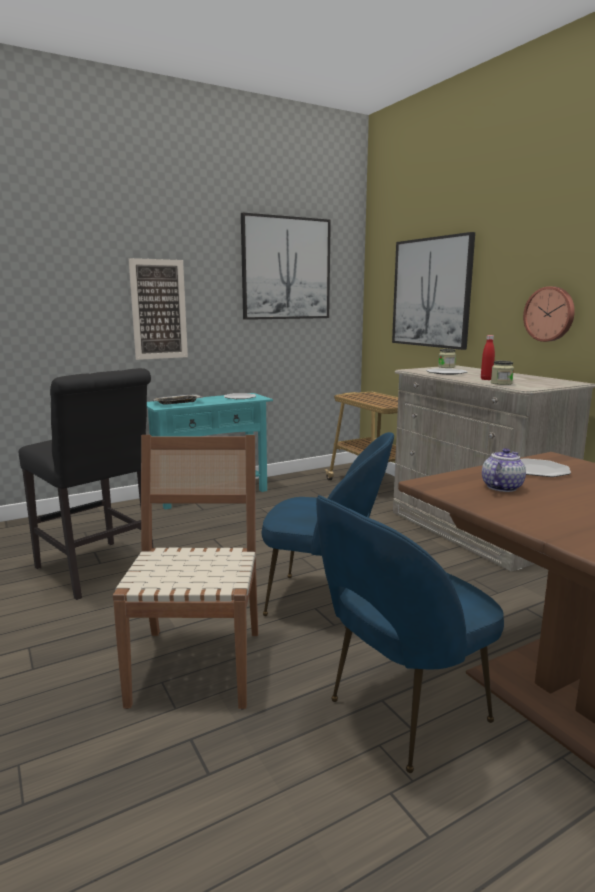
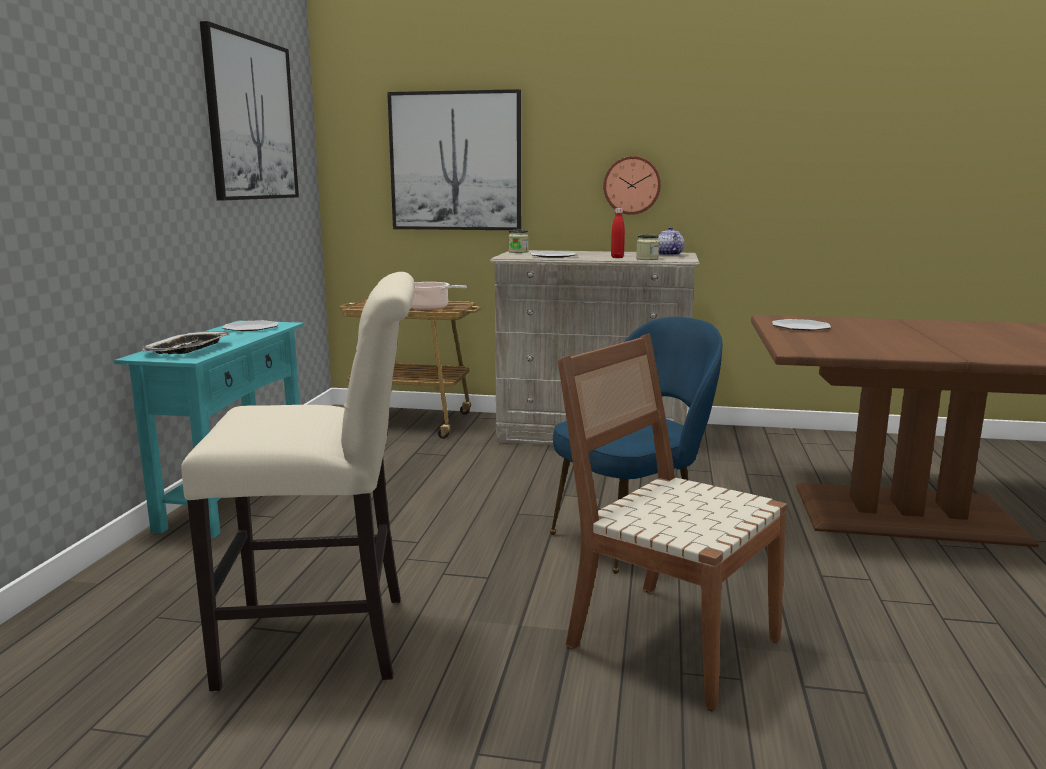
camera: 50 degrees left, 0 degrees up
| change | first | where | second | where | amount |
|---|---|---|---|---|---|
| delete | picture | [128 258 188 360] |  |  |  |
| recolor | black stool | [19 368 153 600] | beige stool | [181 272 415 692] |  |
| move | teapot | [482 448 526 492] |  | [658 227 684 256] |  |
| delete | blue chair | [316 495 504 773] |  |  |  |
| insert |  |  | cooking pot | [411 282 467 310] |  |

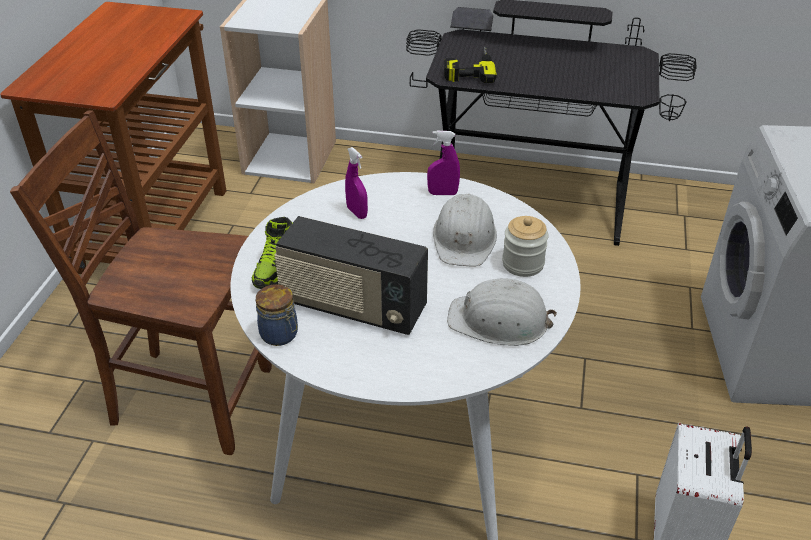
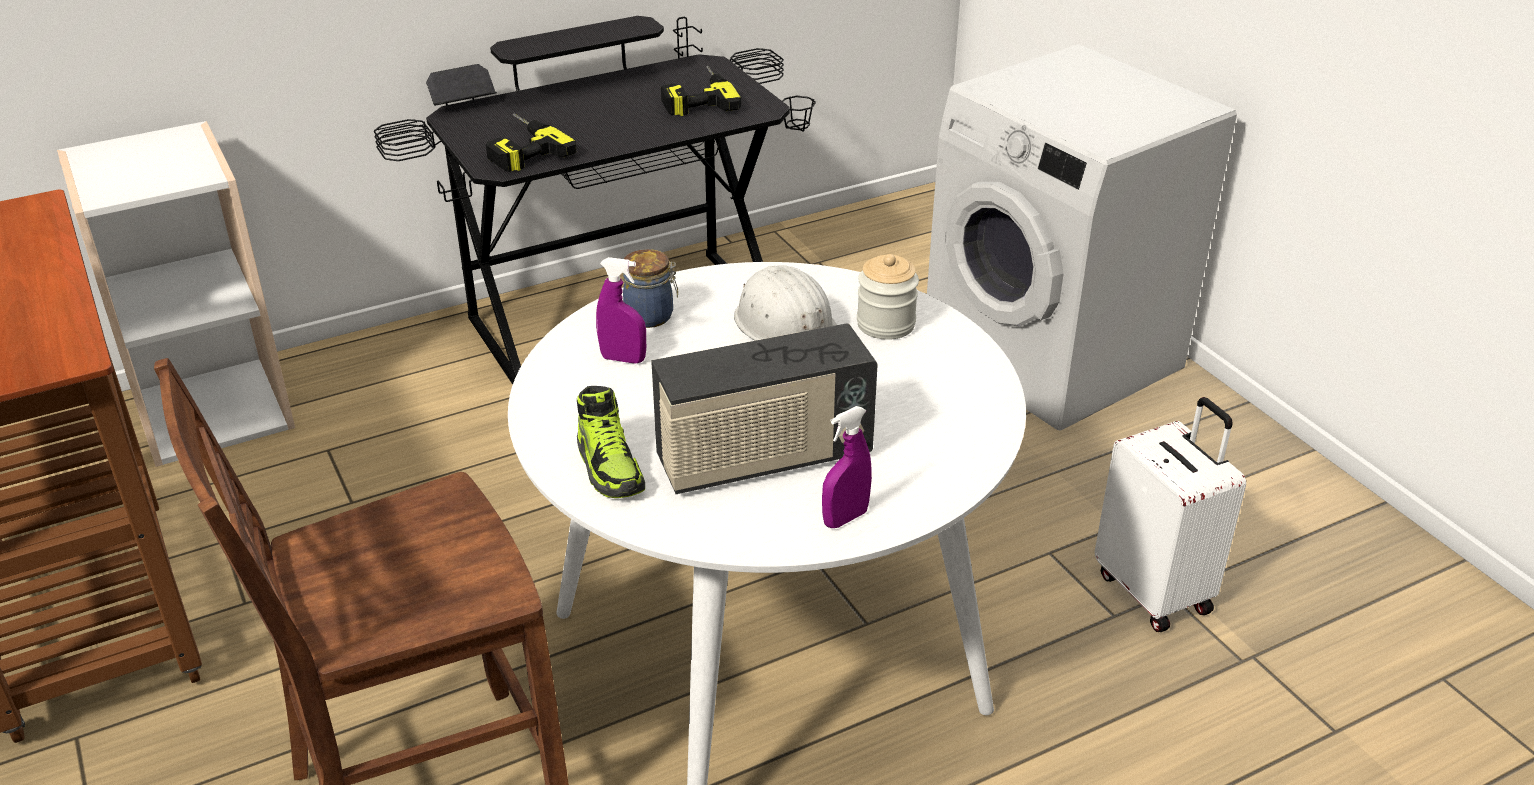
camera: 40 degrees left, 5 degrees down
| change | first | where | second | where | amount |
|---|---|---|---|---|---|
| move | purple spray bottle | [427 131 460 195] |  | [822 406 872 528] |  |
| delete | white hard hat | [447 278 557 346] |  |  |  |
| move | jar | [256 284 298 346] |  | [623 249 678 328] |  |
| insert |  |  | power drill | [661 66 741 116] |  |

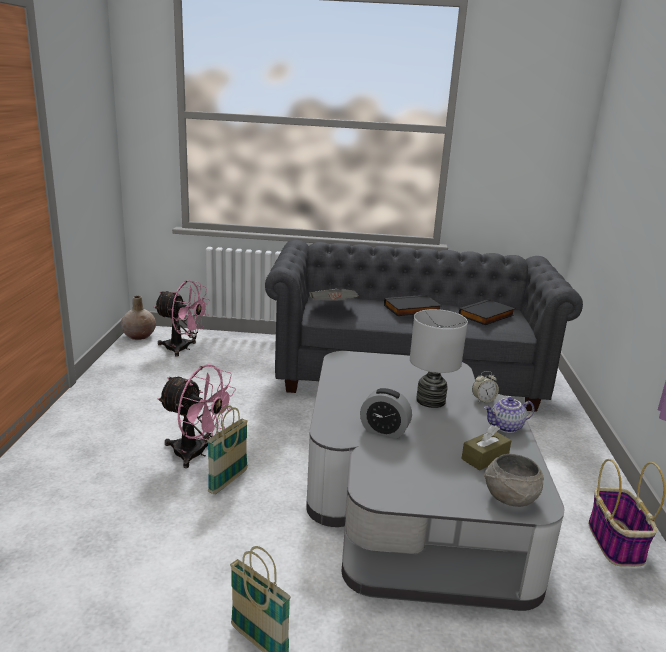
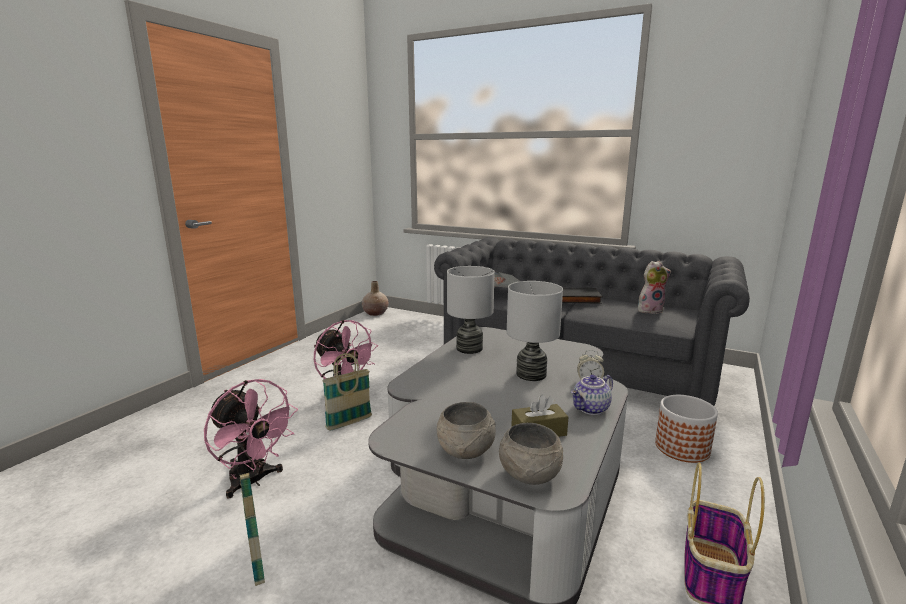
camera: 25 degrees right, 5 degrees down
| change | first | where | second | where | amount |
|---|---|---|---|---|---|
| move | pink fan | [154 280 210 357] |  | [204 379 298 499] |  |
| replace | black book | [459 299 515 325] | plush toy | [638 261 671 314] |  |
| delete | alarm clock | [360 388 412 438] |  |  |  |
| rotate | teapot | [484 397 535 433] |  | [571 375 613 415] | 45 degrees counterclockwise |
| insert |  |  | grey table lamp | [447 266 495 354] |  |
| insert |  |  | planter | [655 395 718 463] |  |
| insert |  |  | grey bowl | [437 402 496 459] |  |

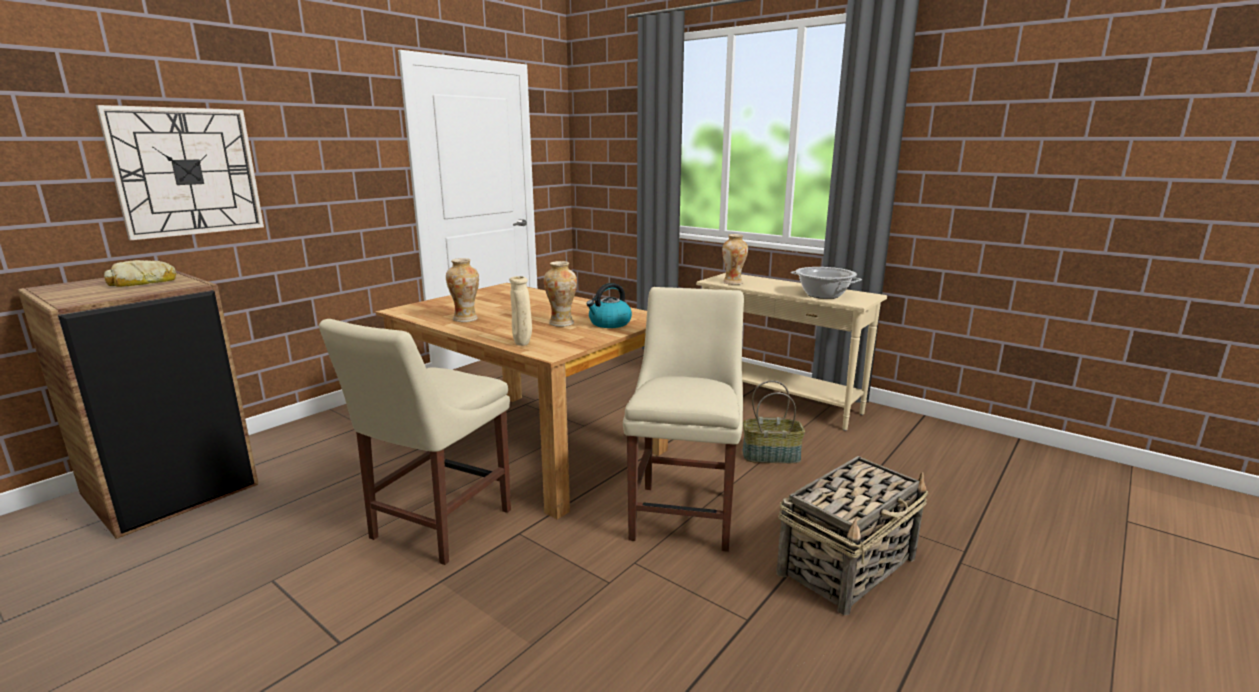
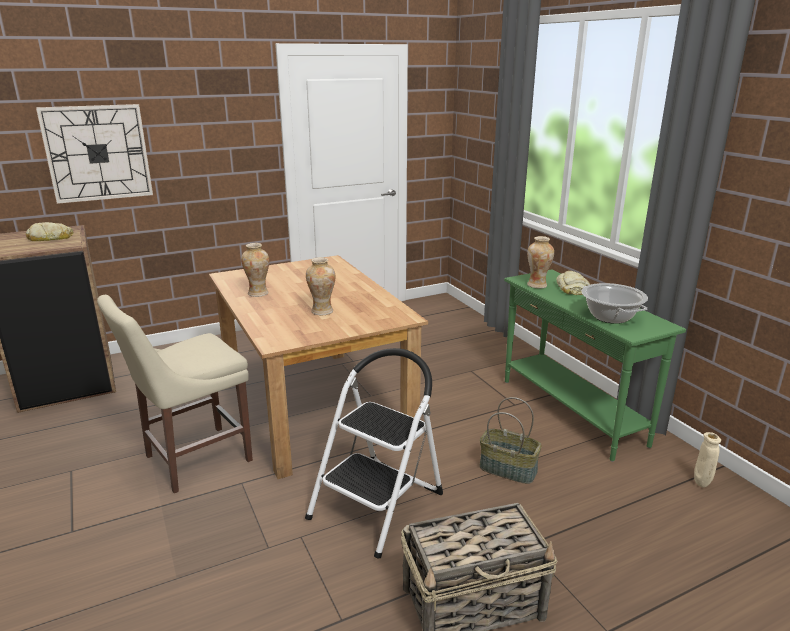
camera: 25 degrees right, 5 degrees up
| change | first | where | second | where | amount |
|---|---|---|---|---|---|
| recolor | beige console table | [696 273 887 431] | green console table | [504 269 686 462] |  |
| move | beige vase | [509 276 532 346] |  | [694 432 721 488] |  |
| delete | kettle | [586 283 632 328] |  |  |  |
| replace | beige chair | [623 287 744 552] | step ladder | [305 348 443 558] |  |
| insert |  |  | bread | [556 271 590 295] |  |

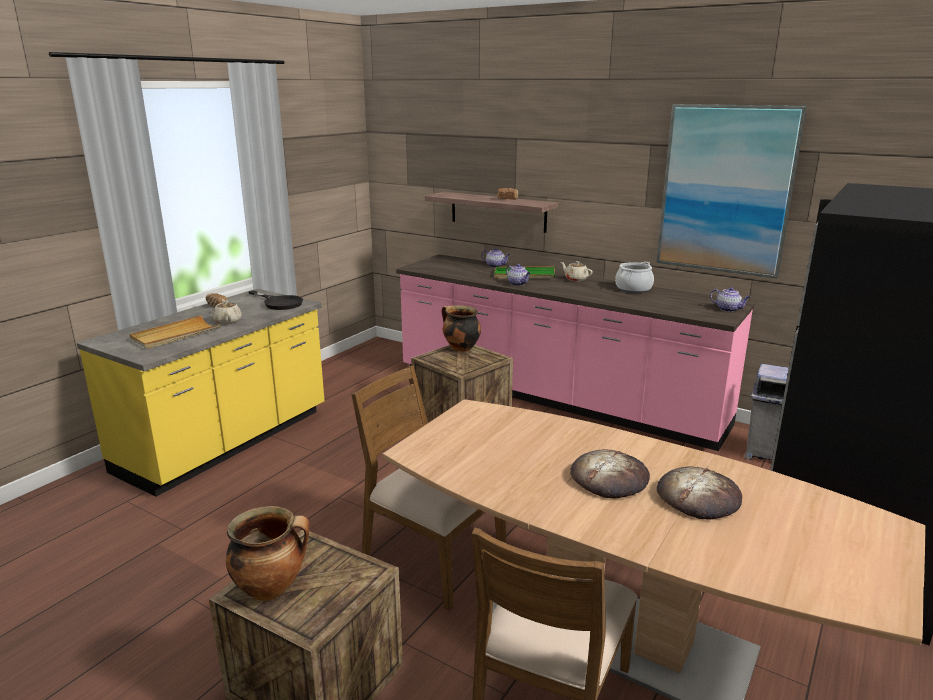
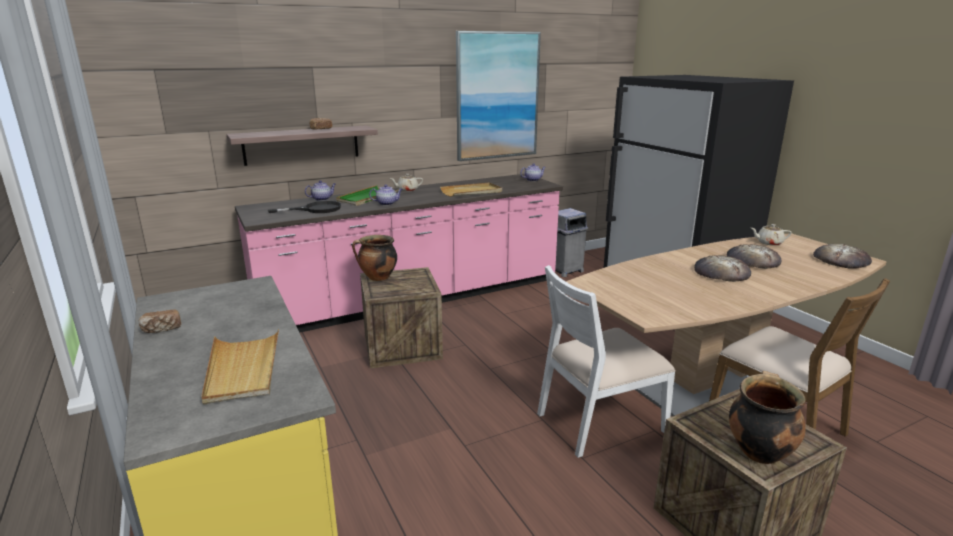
camera: 60 degrees left, 0 degrees up
| change | first | where | second | where | amount |
|---|---|---|---|---|---|
| delete | cooking pot | [615 262 654 293] |  |  |  |
| move | black frying pan | [249 290 303 310] |  | [268 201 341 213] |  |
| move | beige teapot | [213 299 242 324] |  | [751 224 792 246] |  |
| recolor | brown chair | [351 366 506 611] | white chair | [537 265 676 458] |  |
| insert |  |  | beige tray | [440 182 502 197] |  |
| insert |  |  | bread | [813 244 872 269] |  |

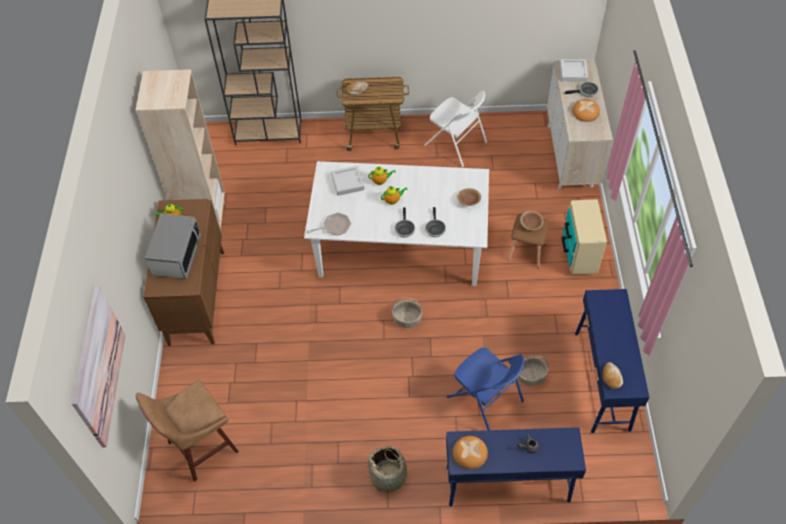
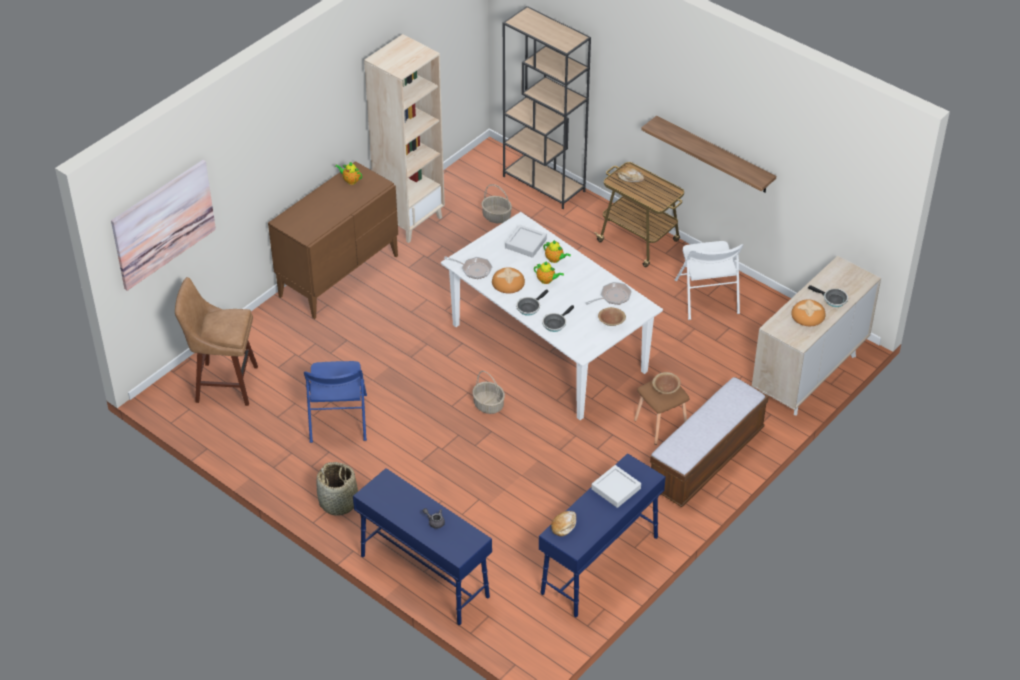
camera: 40 degrees right, 10 degrees down
| change | first | where | second | where | amount |
|---|---|---|---|---|---|
| move | grey tray | [560 59 588 82] |  | [591 465 641 508] |  |
| replace | beige nightstand | [561 199 607 275] | bench | [650 377 769 507] |  |
| delete | microwave | [145 214 201 279] |  |  |  |
| move | blue chair | [447 347 524 430] |  | [304 361 367 443] |  |
| move | basket | [517 356 549 386] |  | [481 184 512 223] |  |
| move | bread | [453 436 488 469] |  | [492 267 525 294] |  |
| insert |  |  | shelf | [641 116 776 192] |  |
| insert |  |  | frying pan | [585 282 632 305] |  |

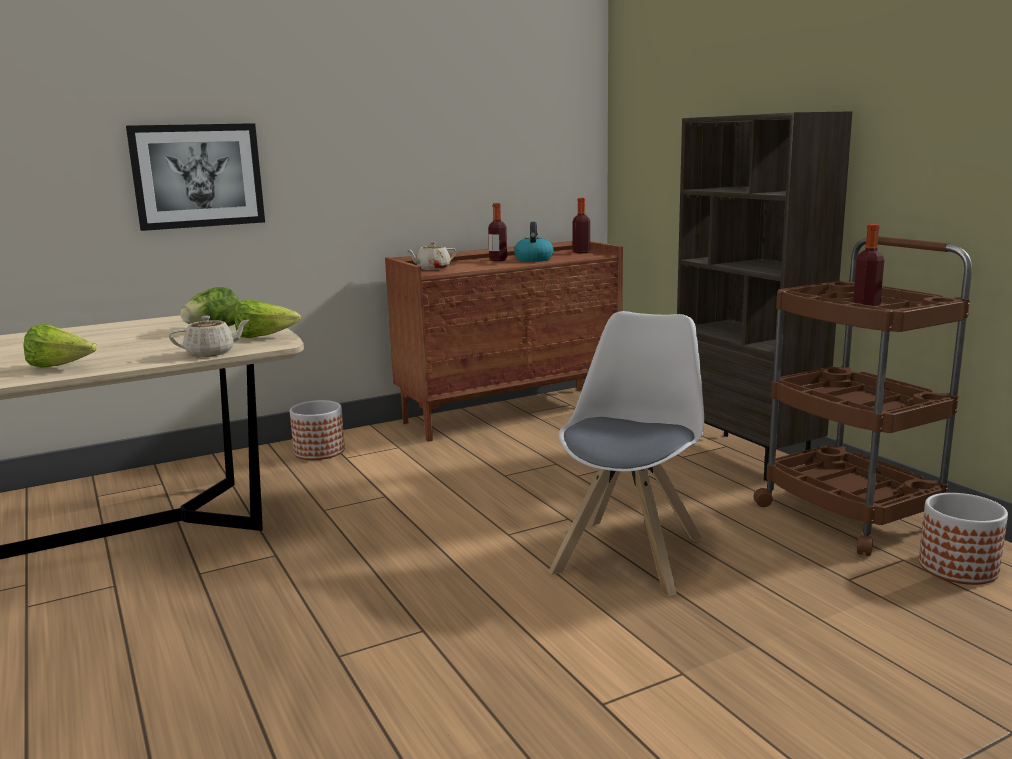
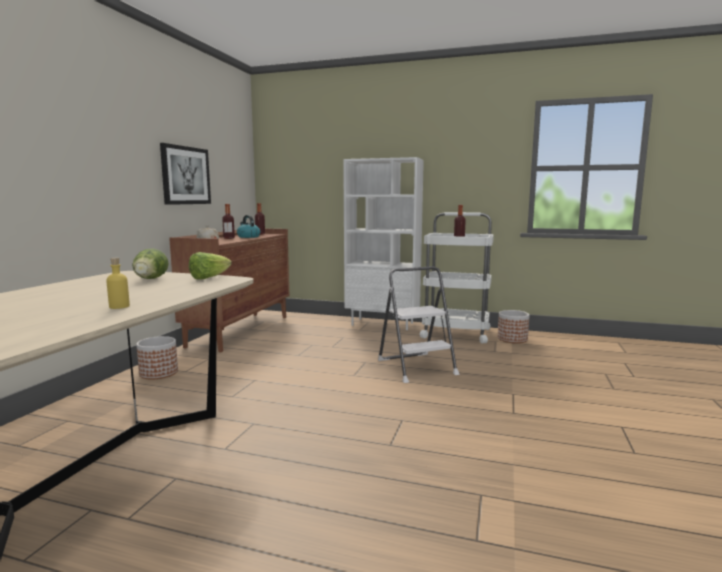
camera: 45 degrees left, 5 degrees down
| change | first | where | second | where | amount |
|---|---|---|---|---|---|
| recolor | brown bookcase | [677 111 852 481] | white bookcase | [343 157 424 330] |  |
| move | picture | [126 123 265 231] |  | [160 143 211 205] |  |
| recolor | brown cart | [753 236 972 556] | white cart | [420 212 494 344] |  |
| replace | chair | [549 311 704 596] | white step ladder | [378 266 460 383] |  |
| delete | beige teapot | [169 316 249 357] |  |  |  |
| replace | lettuce | [23 324 97 368] | yellow bottle | [106 258 130 309] |  |

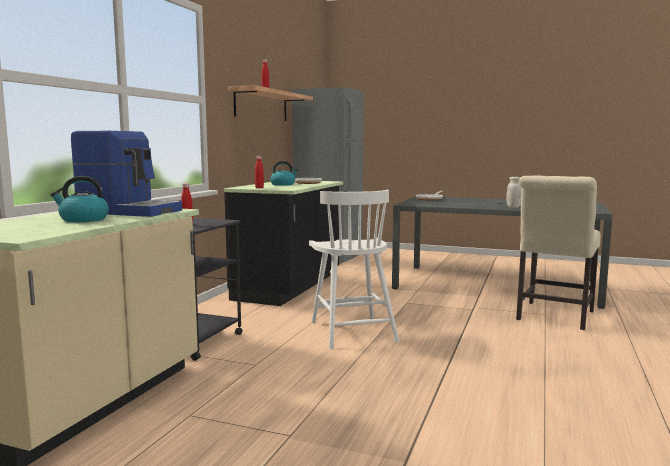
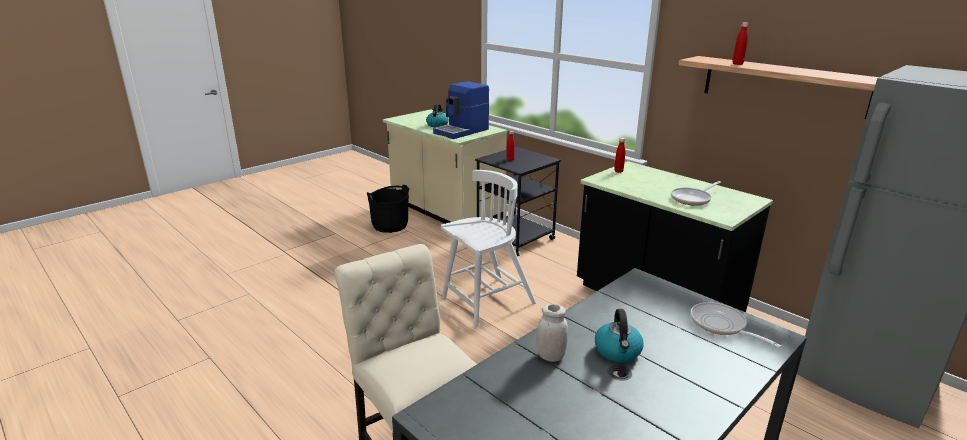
camera: 115 degrees right, 15 degrees up
| change | first | where | second | where | amount |
|---|---|---|---|---|---|
| move | kettle | [270 161 298 186] |  | [595 309 644 362] |  |
| rotate | white chair | [309 190 399 349] |  | [441 170 536 327] | 135 degrees clockwise |
| insert |  |  | black bucket | [367 185 409 233] |  |

